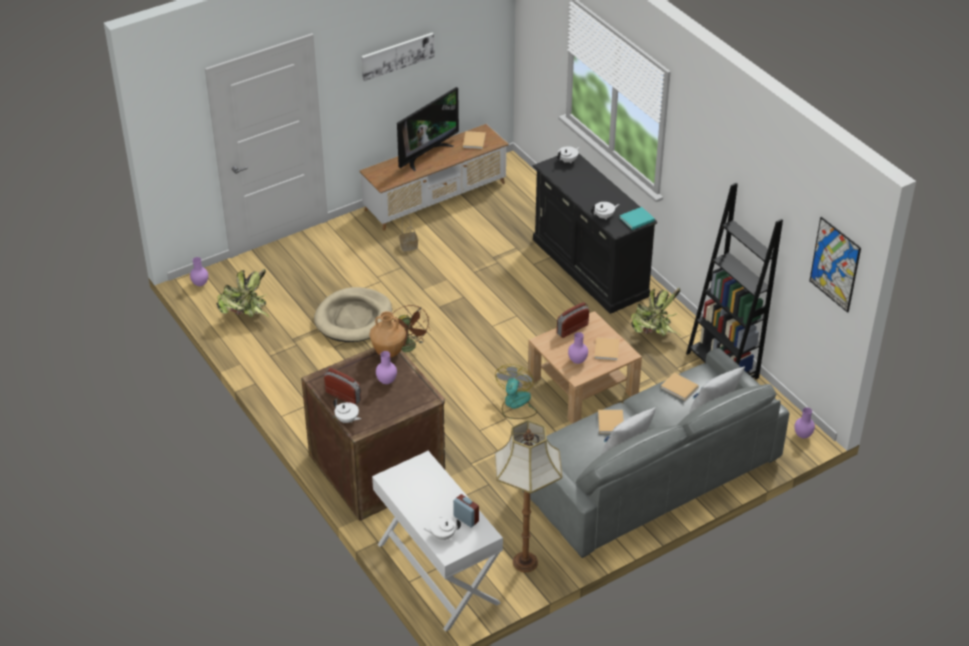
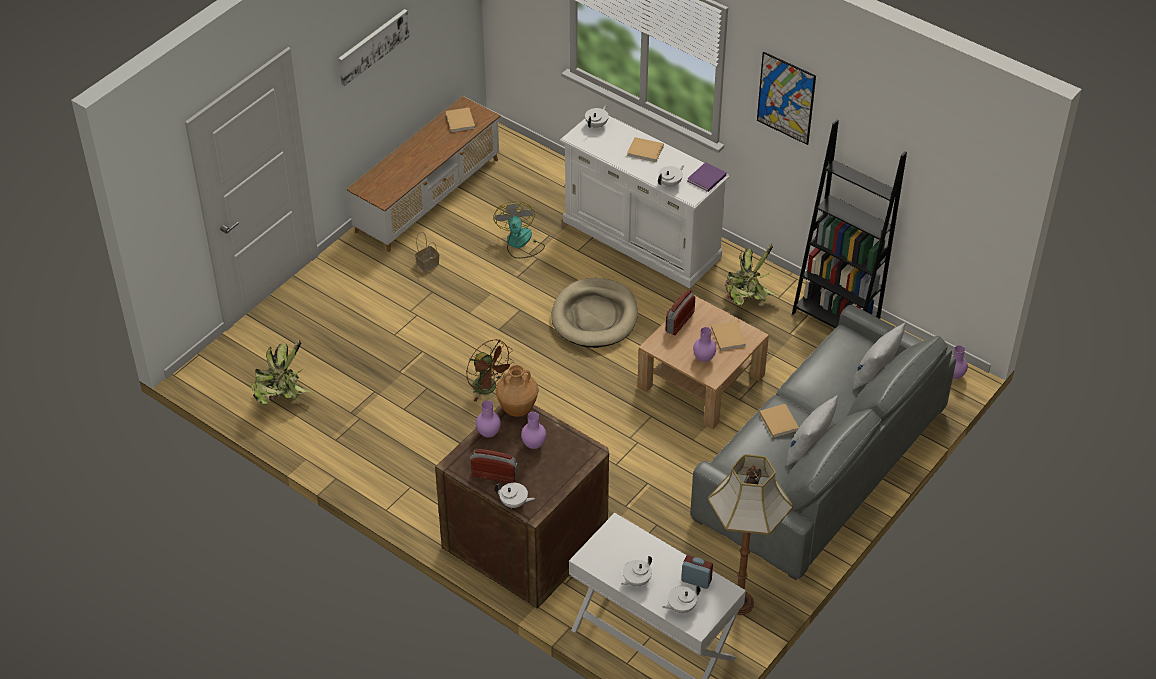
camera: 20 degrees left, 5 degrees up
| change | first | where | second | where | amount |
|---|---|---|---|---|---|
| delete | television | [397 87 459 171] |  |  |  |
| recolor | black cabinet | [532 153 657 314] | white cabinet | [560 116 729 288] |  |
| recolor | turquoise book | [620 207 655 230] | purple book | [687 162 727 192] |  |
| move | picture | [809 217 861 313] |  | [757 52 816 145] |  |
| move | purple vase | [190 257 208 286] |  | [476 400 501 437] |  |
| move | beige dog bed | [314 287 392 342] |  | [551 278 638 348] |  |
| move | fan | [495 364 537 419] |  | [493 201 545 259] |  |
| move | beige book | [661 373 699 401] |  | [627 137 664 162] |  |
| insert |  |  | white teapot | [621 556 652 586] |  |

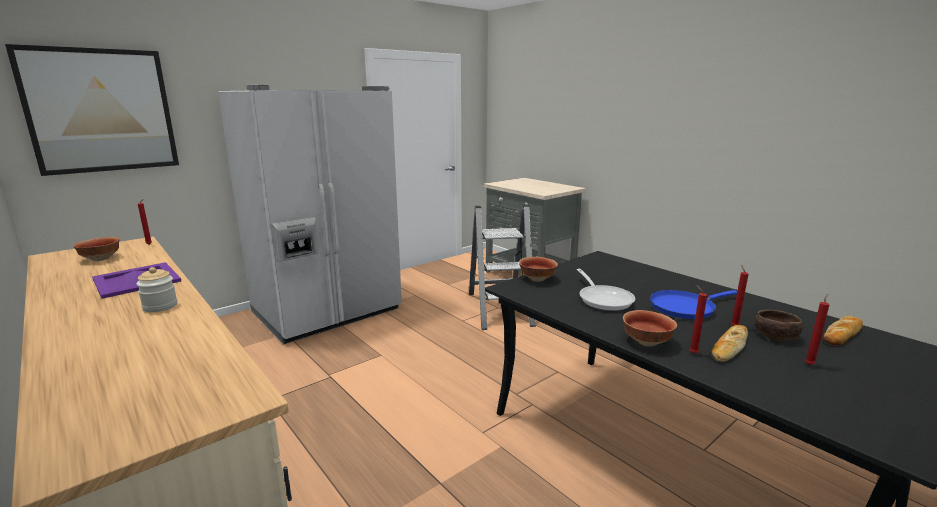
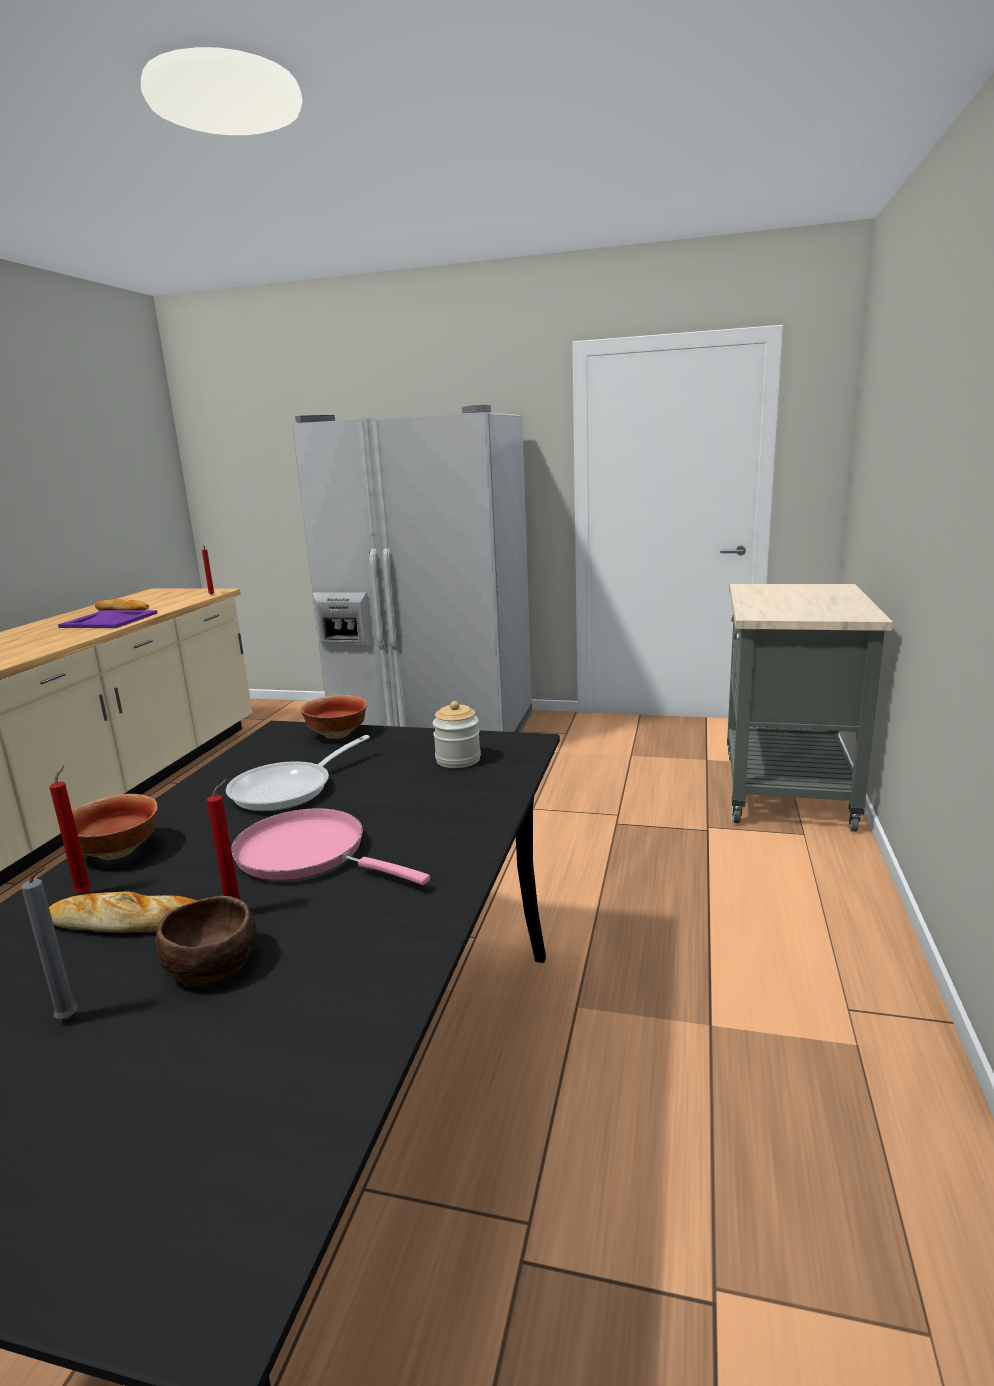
camera: 55 degrees right, 0 degrees up
| change | first | where | second | where | amount |
|---|---|---|---|---|---|
| delete | picture | [5 44 179 176] |  |  |  |
| delete | grey step ladder | [469 204 536 330] |  |  |  |
| delete | bowl | [73 237 120 261] |  |  |  |
| move | jar | [137 267 177 312] |  | [433 701 481 768] |  |
| recolor | blue frying pan | [650 290 737 319] | pink frying pan | [231 808 430 885] |  |
| recolor | red candle | [805 294 829 365] | grey candle | [21 868 78 1019] |  |
| move | bread | [824 316 863 345] |  | [95 598 149 611] |  |

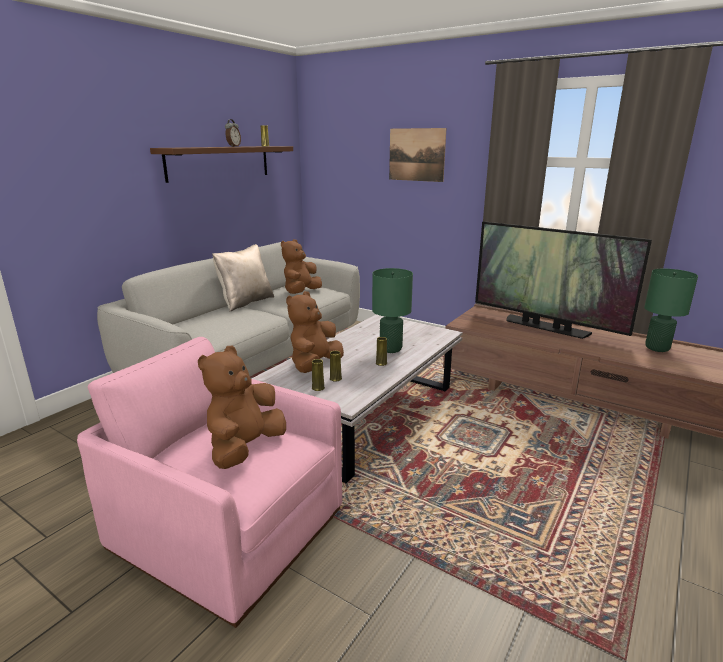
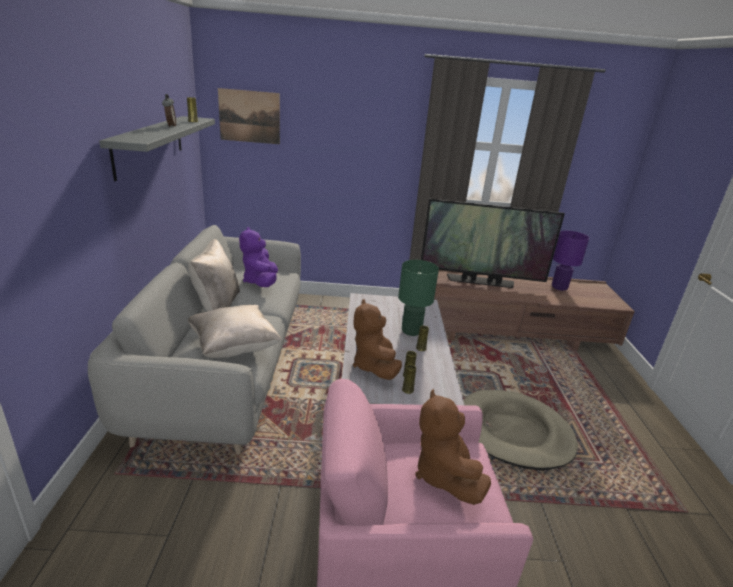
camera: 35 degrees left, 5 degrees up
| change | first | where | second | where | amount |
|---|---|---|---|---|---|
| move | picture | [389 128 447 182] |  | [218 88 280 144] |  |
| recolor | brown shelf | [150 146 293 183] | grey shelf | [99 116 215 181] |  |
| recolor | brown plush toy | [281 239 322 294] | purple plush toy | [239 227 278 287] |  |
| recolor | green table lamp | [644 269 698 352] | purple table lamp | [552 231 589 291] |  |
| insert |  |  | beige pillow | [188 305 282 358] |  |
| insert |  |  | beige dog bed | [464 390 578 470] |  |

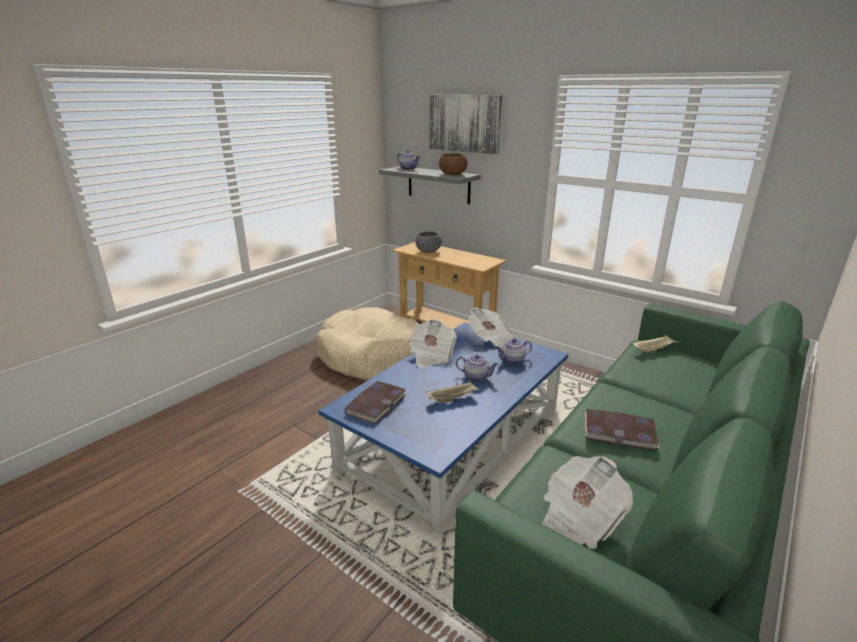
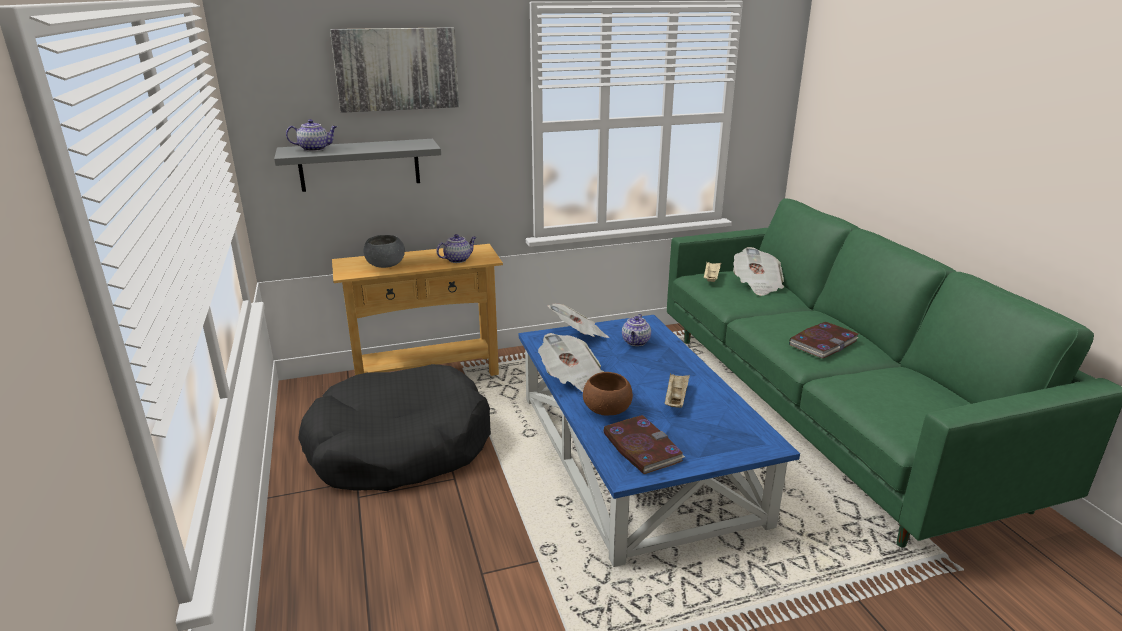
camera: 55 degrees left, 0 degrees up
| change | first | where | second | where | amount |
|---|---|---|---|---|---|
| move | brown bowl | [439 153 467 175] |  | [583 372 633 415] |  |
| recolor | beige dog bed | [315 307 418 380] | black dog bed | [298 364 491 491] |  |
| move | teapot | [456 355 498 381] |  | [436 234 476 263] |  |
| move | newspaper | [542 456 633 549] |  | [733 247 784 296] |  |

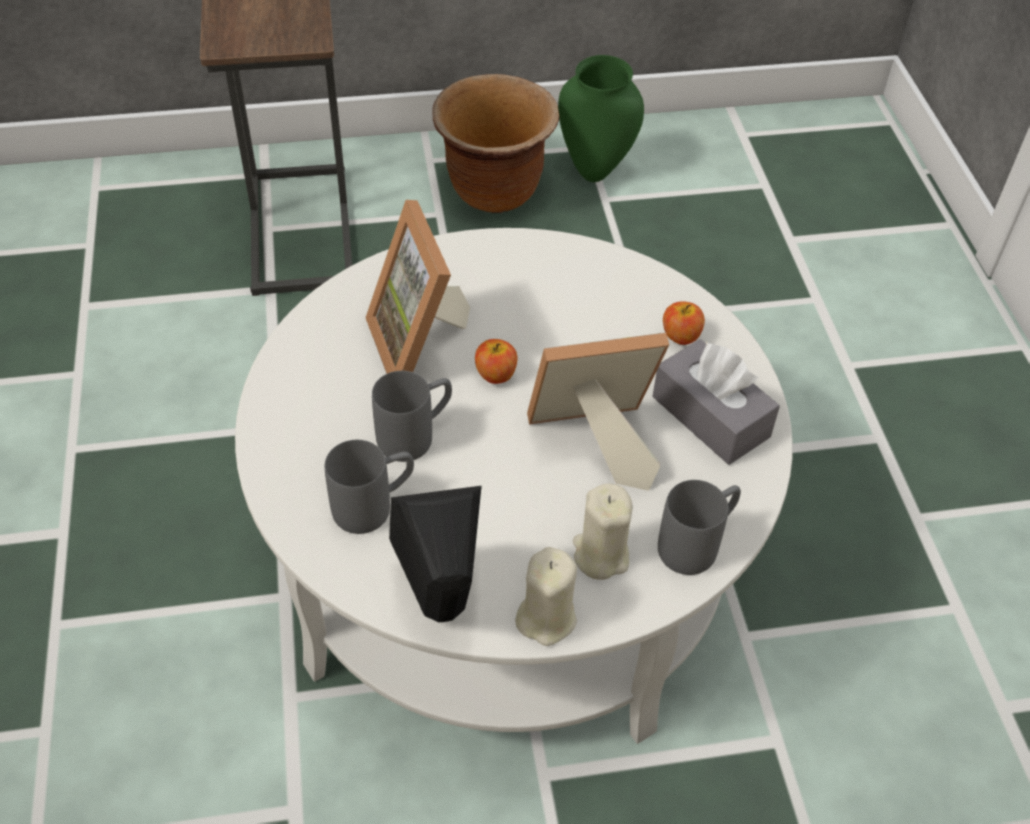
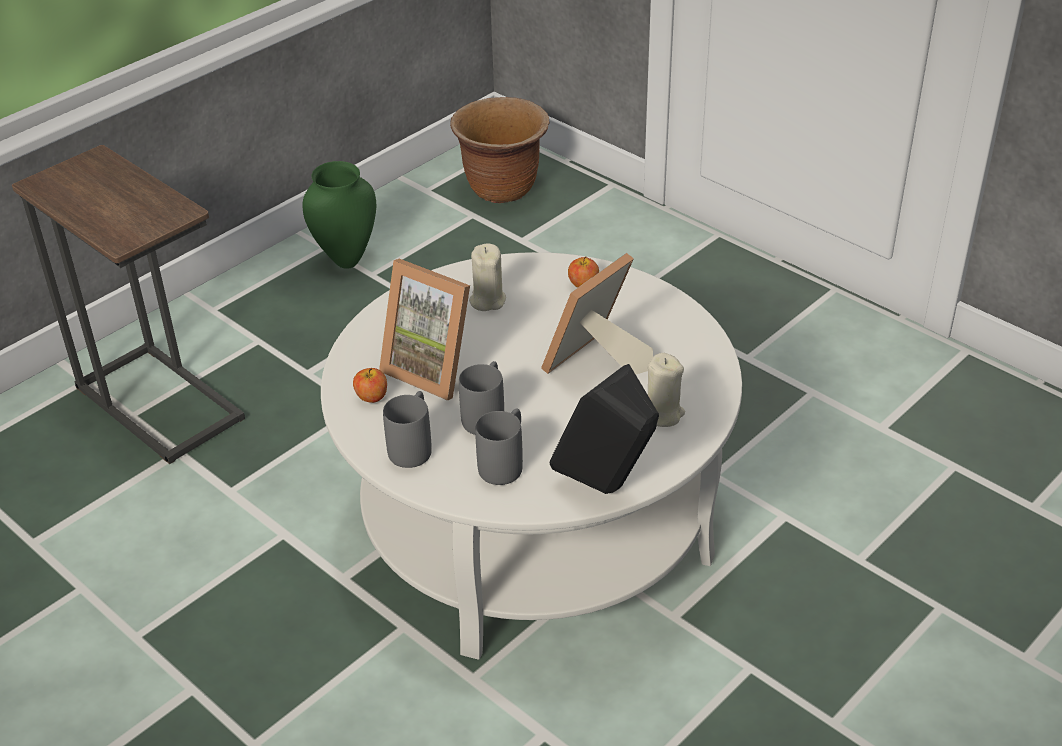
camera: 35 degrees left, 10 degrees down
| change | first | where | second | where | amount |
|---|---|---|---|---|---|
| move | brown planter | [432 74 559 213] |  | [450 97 550 203] |  |
| move | apple | [475 339 517 384] |  | [353 368 387 403] |  |
| delete | grey tissue box | [652 339 780 465] |  |  |  |
| move | grey mug | [658 480 741 575] |  | [383 391 432 468] |  |
| move | beige candle | [515 547 577 646] |  | [469 244 506 311] |  |

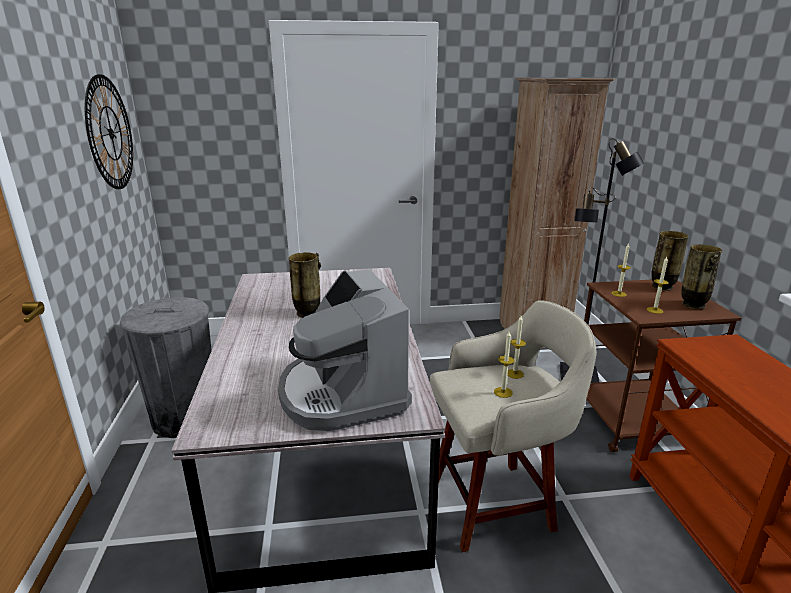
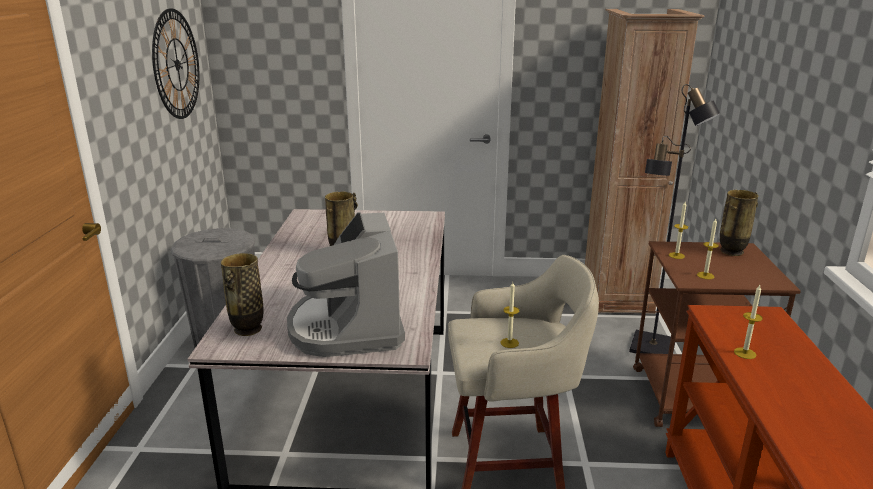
camera: 10 degrees right, 0 degrees up
| change | first | where | second | where | amount |
|---|---|---|---|---|---|
| move | vase | [681 244 722 309] |  | [221 253 264 336] |  |
| move | candle | [507 316 526 379] |  | [734 285 763 359] |  |

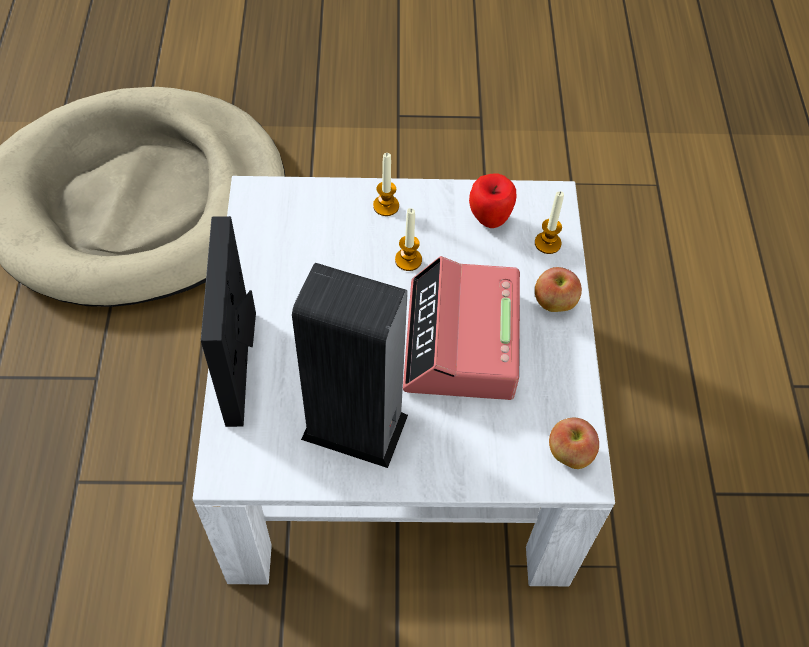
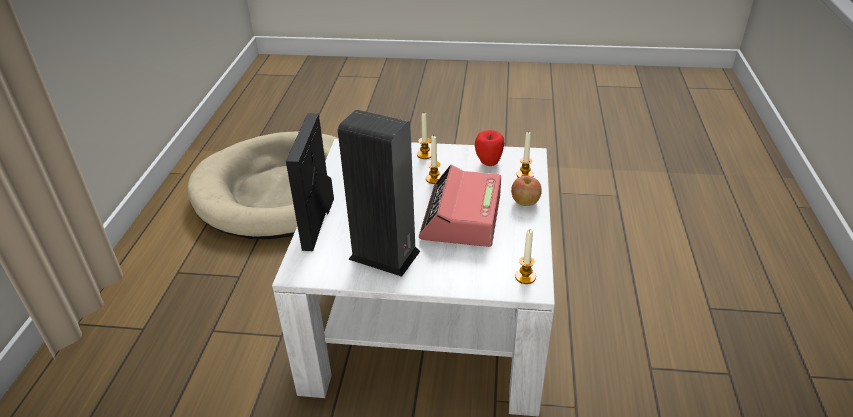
camera: 10 degrees right, 20 degrees down
| change | first | where | second | where | amount |
|---|---|---|---|---|---|
| replace | apple | [549 418 599 469] | candle | [515 229 536 284] |  |

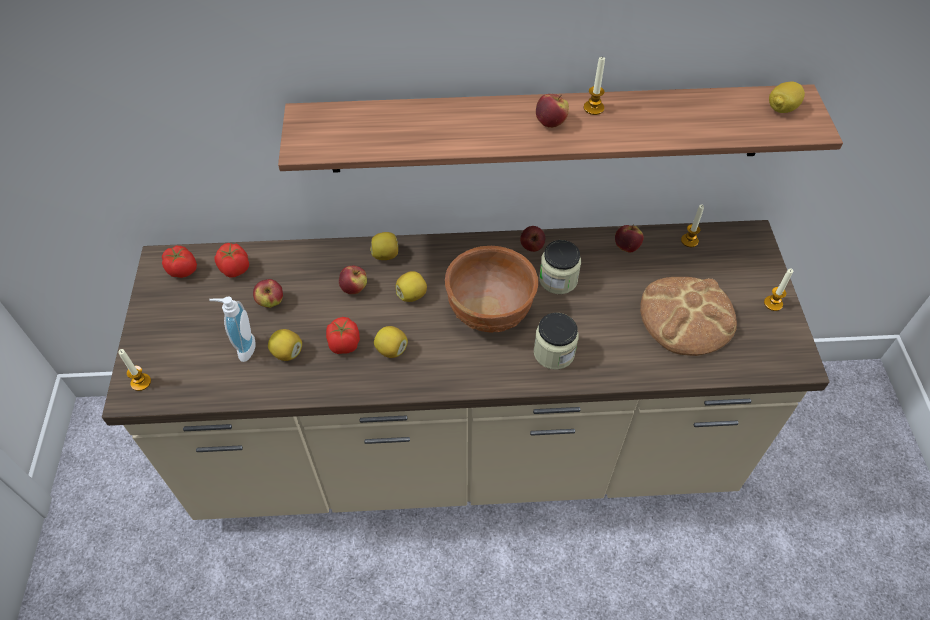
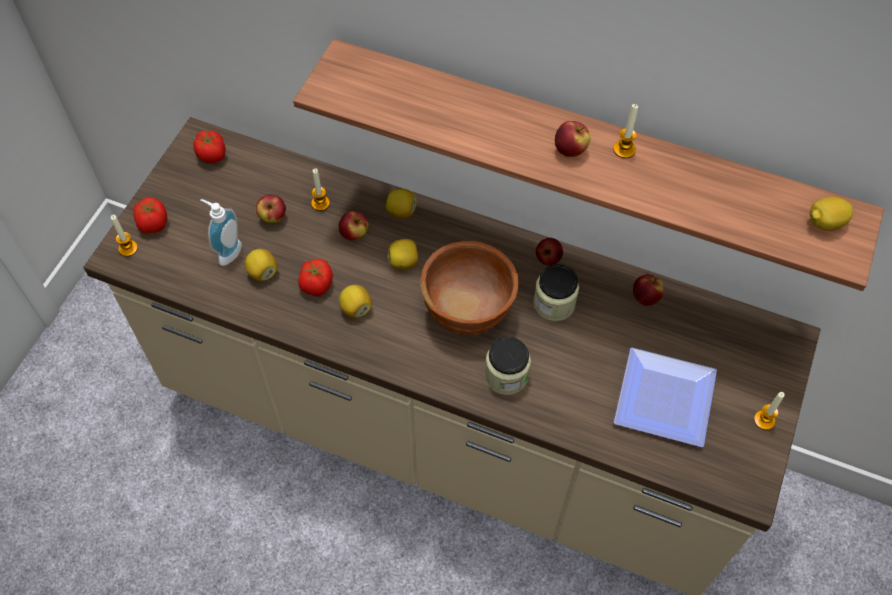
camera: 25 degrees right, 5 degrees up
| change | first | where | second | where | amount |
|---|---|---|---|---|---|
| move | candle | [681 204 704 247] |  | [311 168 330 211] |  |
| move | tomato | [214 243 249 277] |  | [133 197 167 233] |  |
| replace | bread | [640 277 737 356] | plate | [614 348 717 447] |  |

